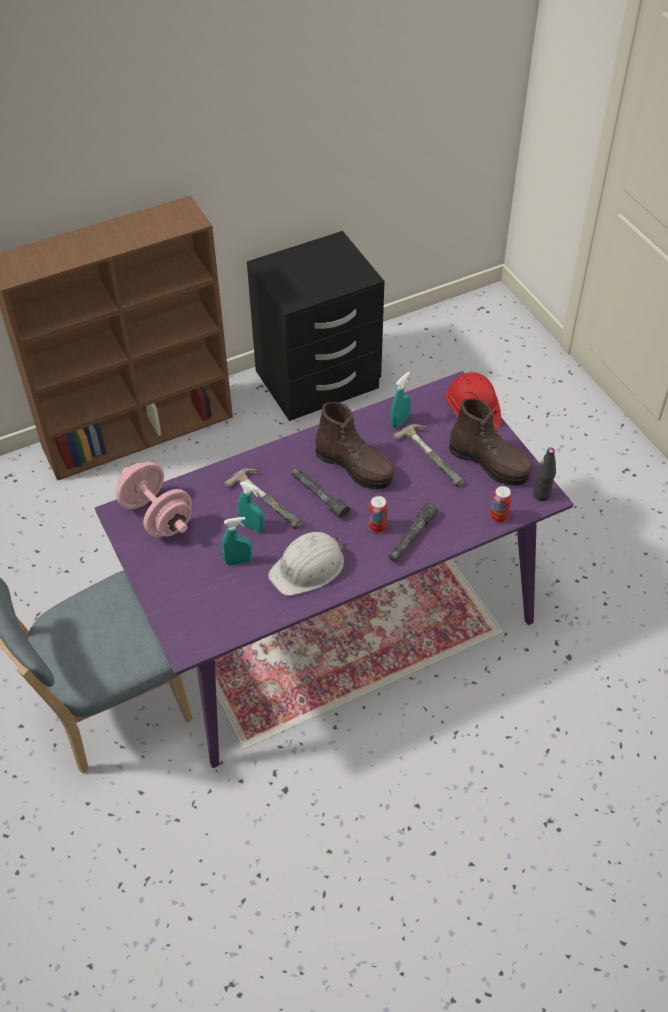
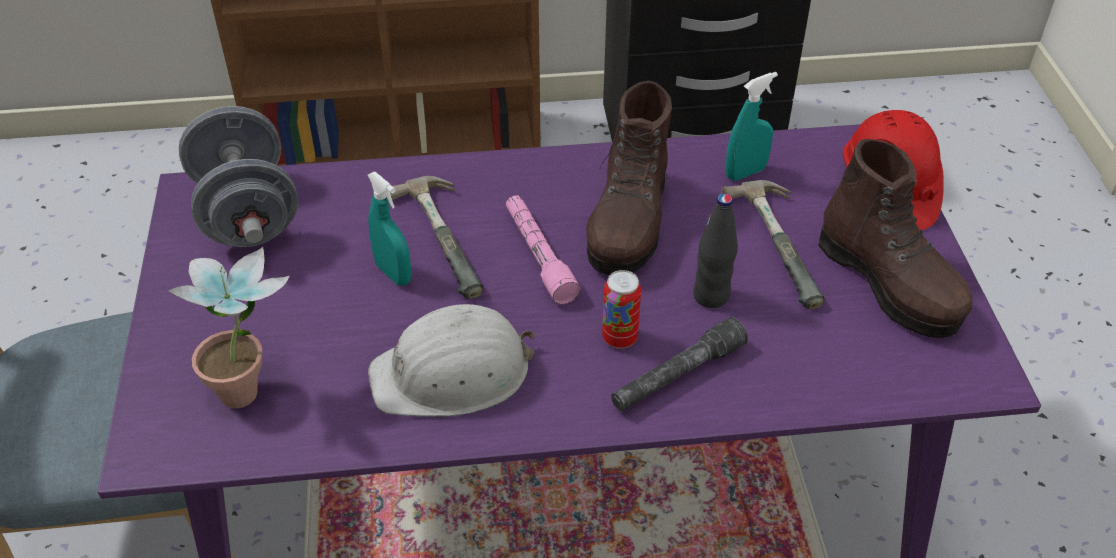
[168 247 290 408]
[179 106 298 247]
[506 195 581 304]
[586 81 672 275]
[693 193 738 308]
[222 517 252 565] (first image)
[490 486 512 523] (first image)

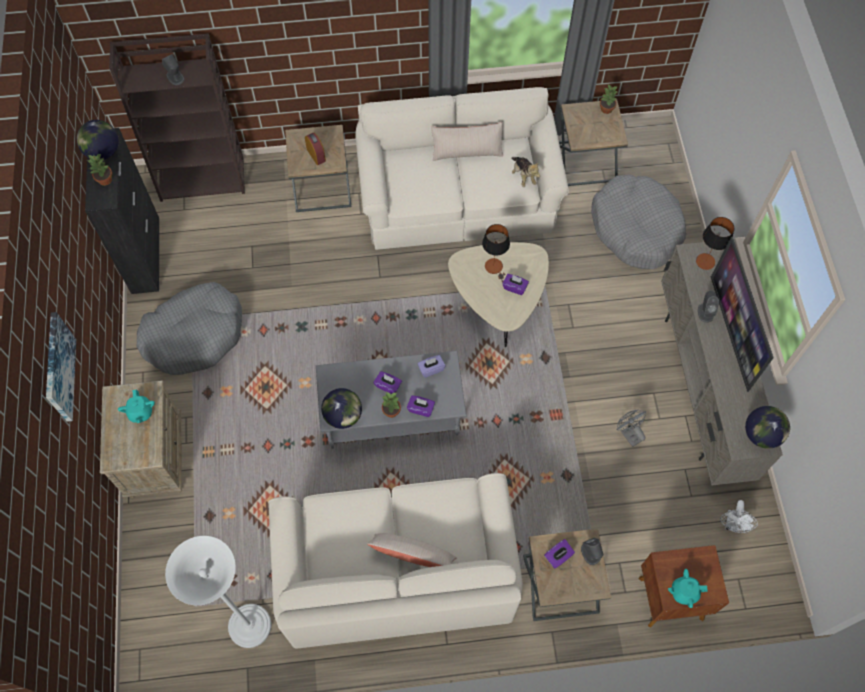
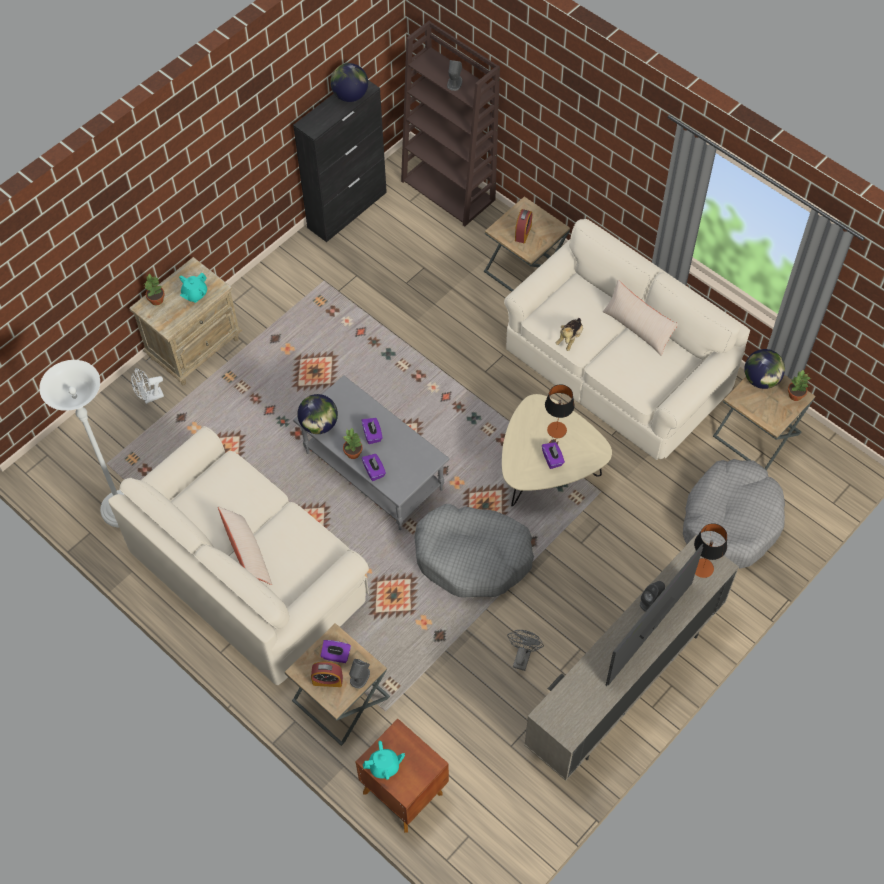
[131 368 164 404]
[144 274 165 305]
[311 662 343 687]
[363 741 405 780]
[415 503 534 597]
[556 318 583 351]
[744 349 785 389]
[46 312 76 422] (first image)
[418 355 446 378] (first image)

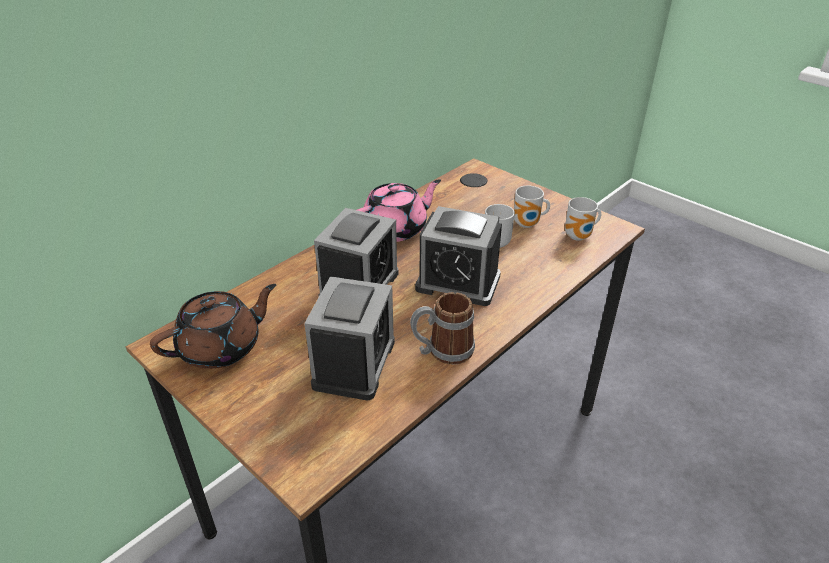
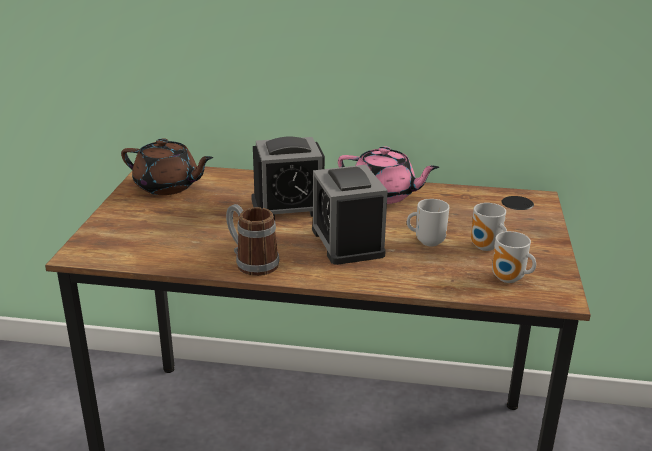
[304 276 395 401] (first image)

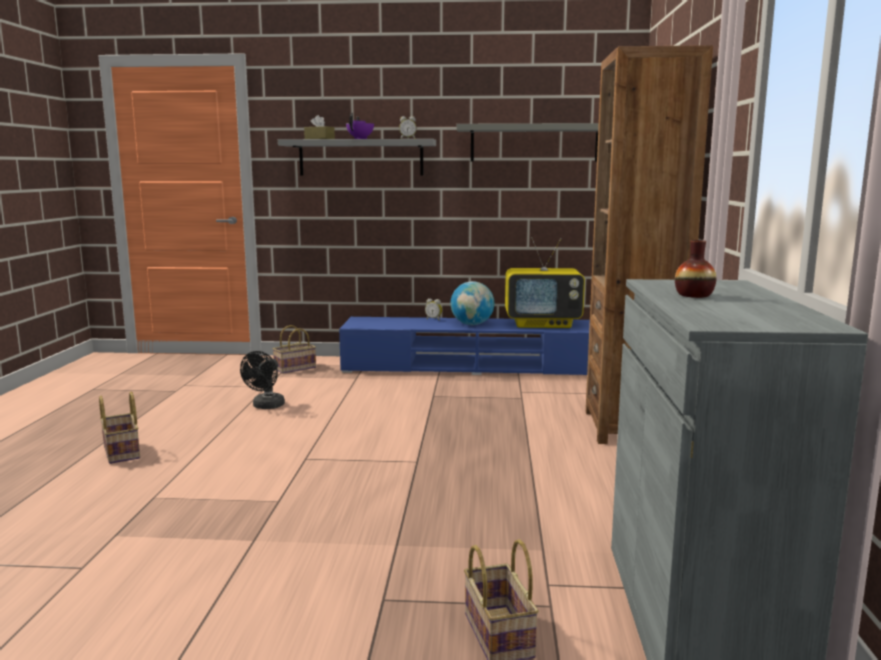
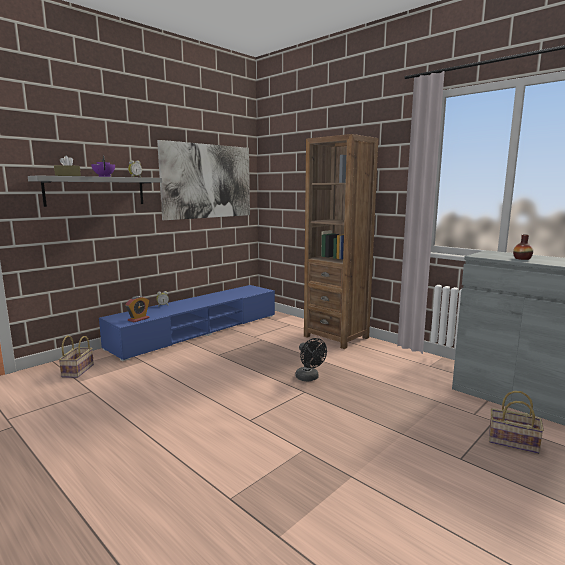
[125 296 150 322]
[157 140 250 220]
[295 338 327 381]
[99 392 140 464] (first image)
[451 281 494 325] (first image)
[505 237 585 328] (first image)

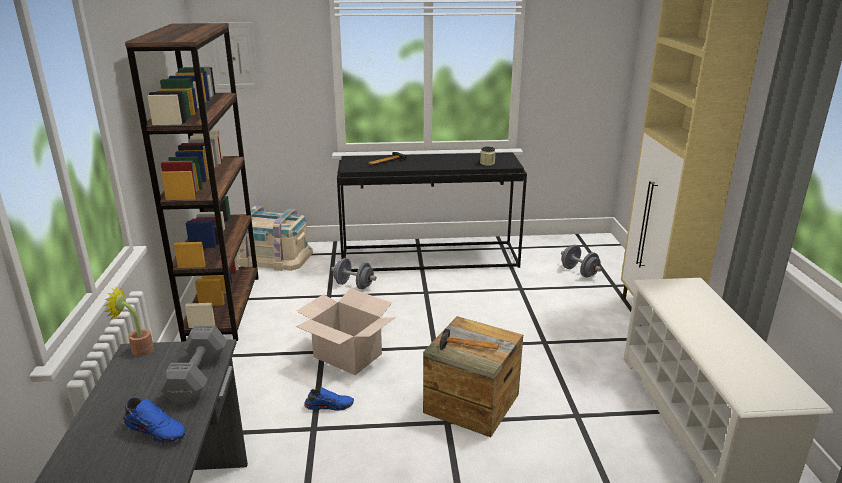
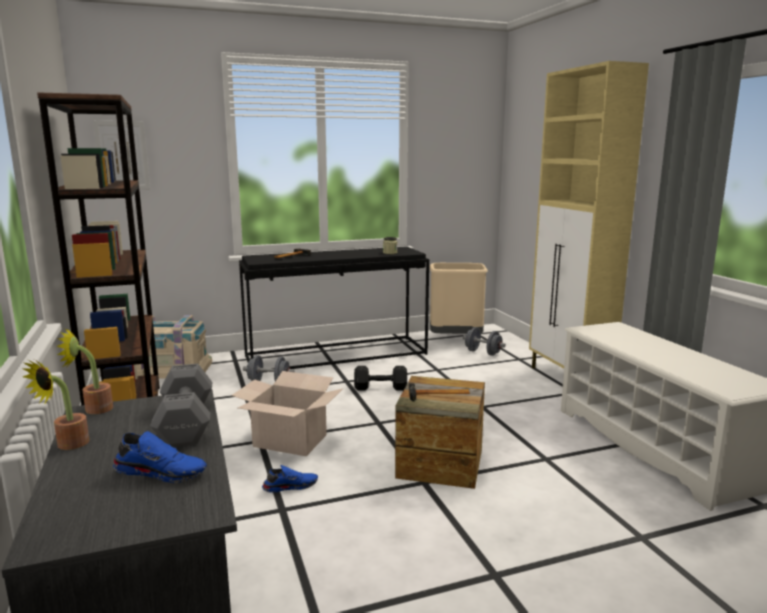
[23 360 89 450]
[354 366 407 391]
[430 263 488 334]

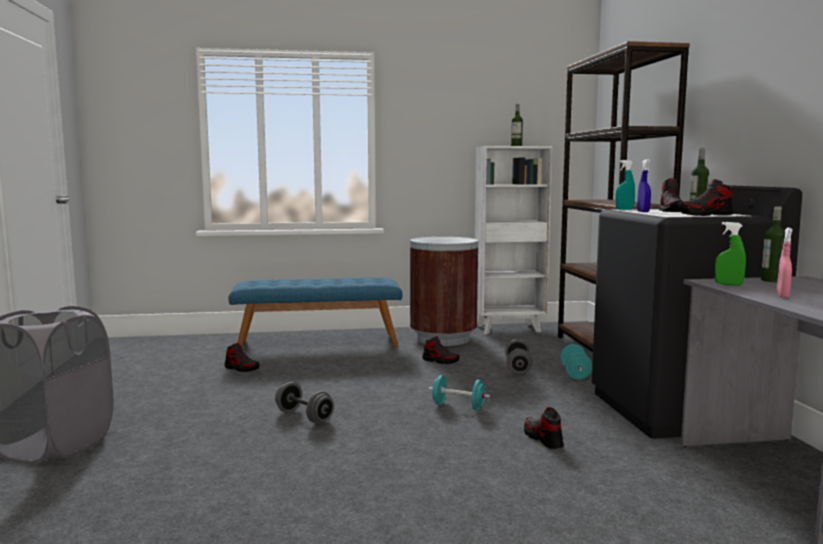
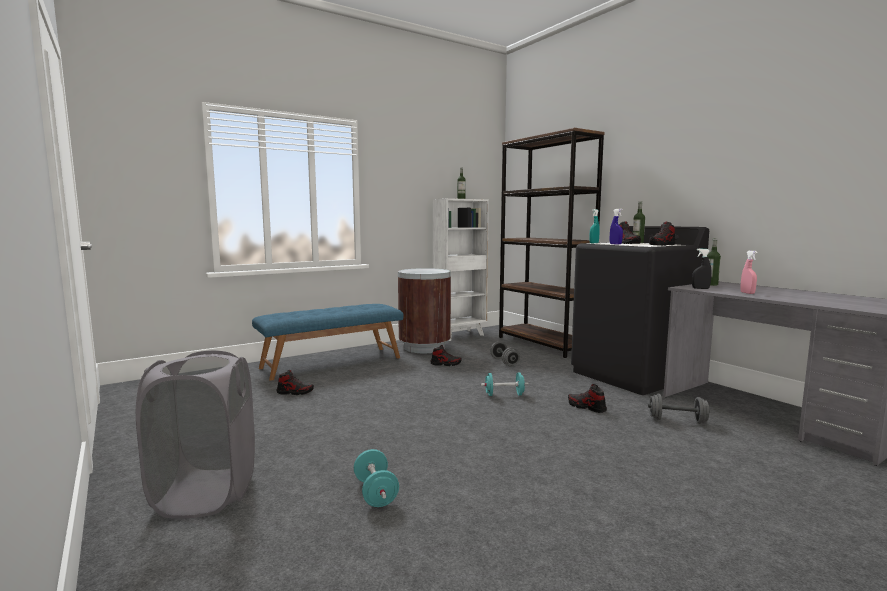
[354 449 399 507]
[648 394 710 424]
[692 249 712 289]

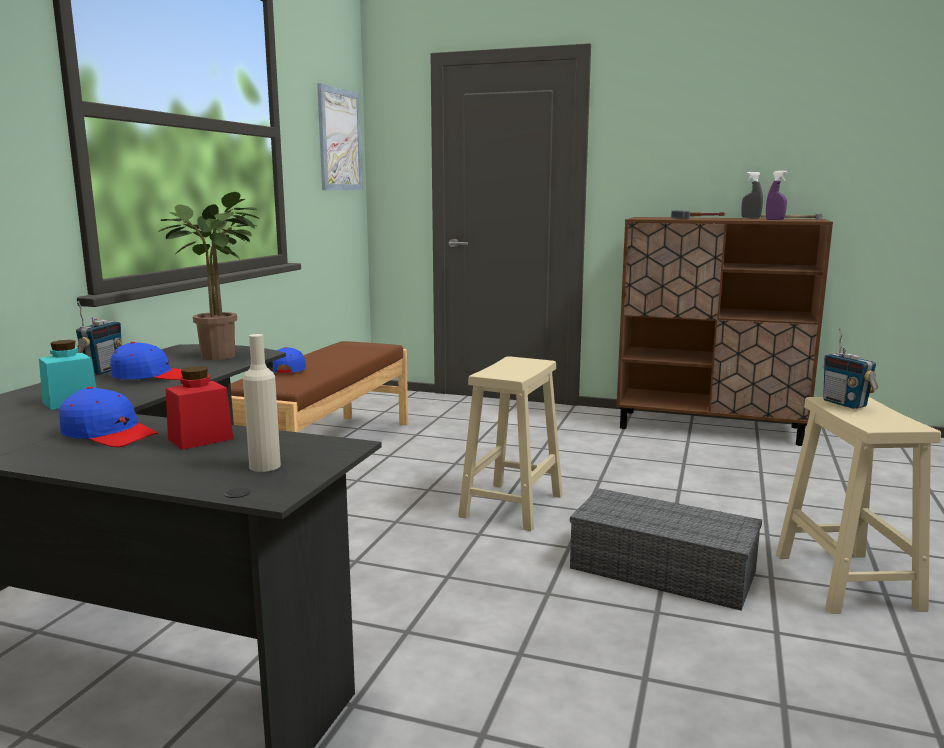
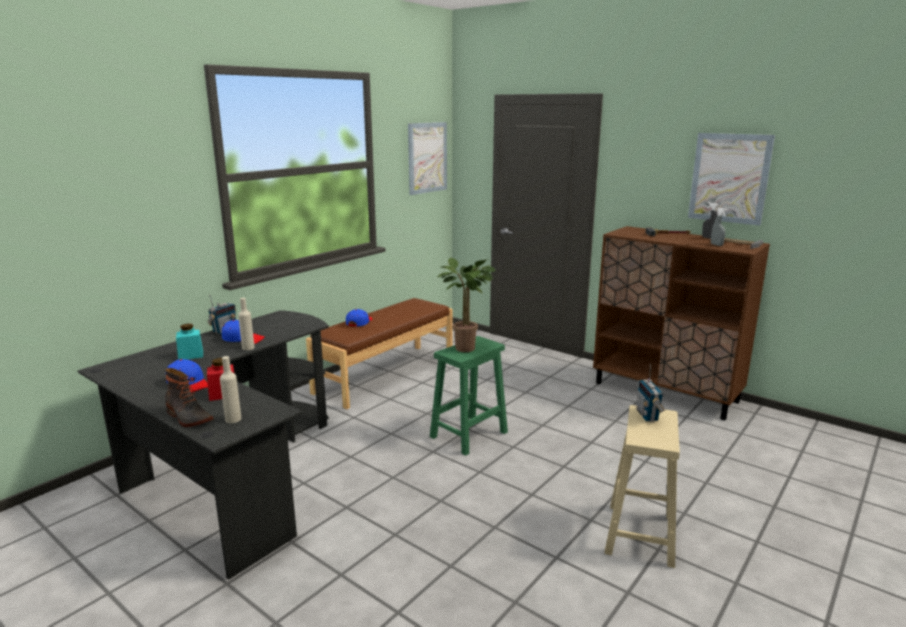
[165 368 213 427]
[238 298 255 350]
[430 336 508 456]
[437 258 495 352]
[688 133 775 225]
[711 208 727 246]
[570 488 762 611] (first image)

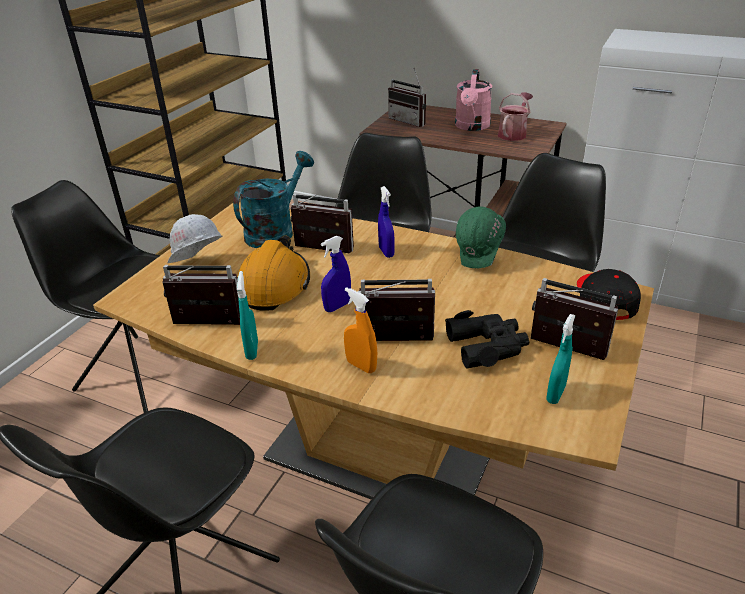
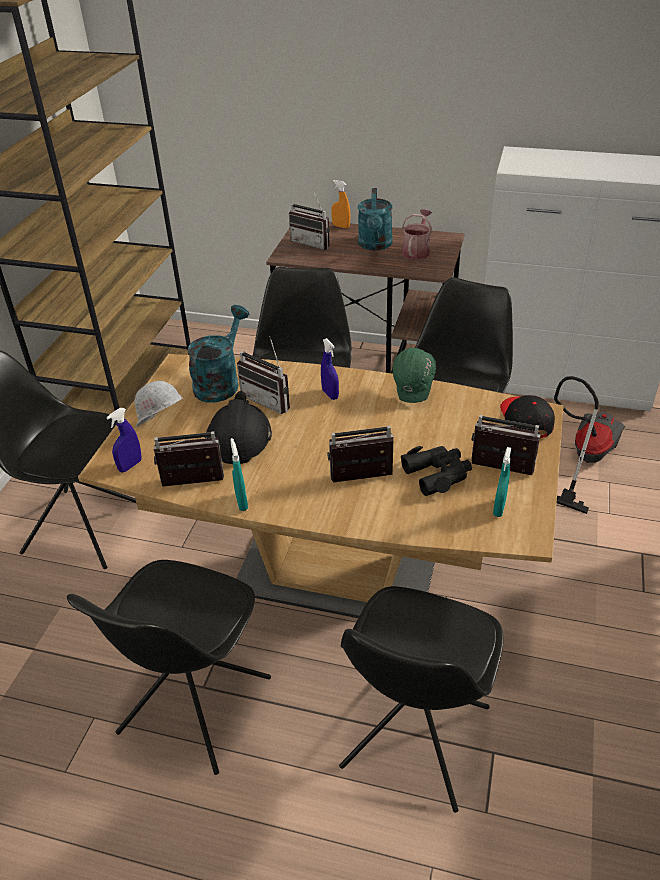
[106 408 142 473]
[205 391 272 464]
[237 336 290 414]
[331 180 351 229]
[358 188 393 250]
[554 376 625 514]

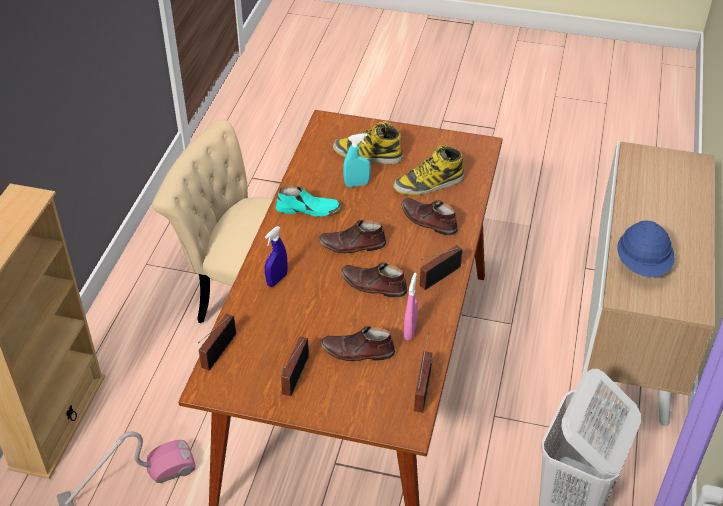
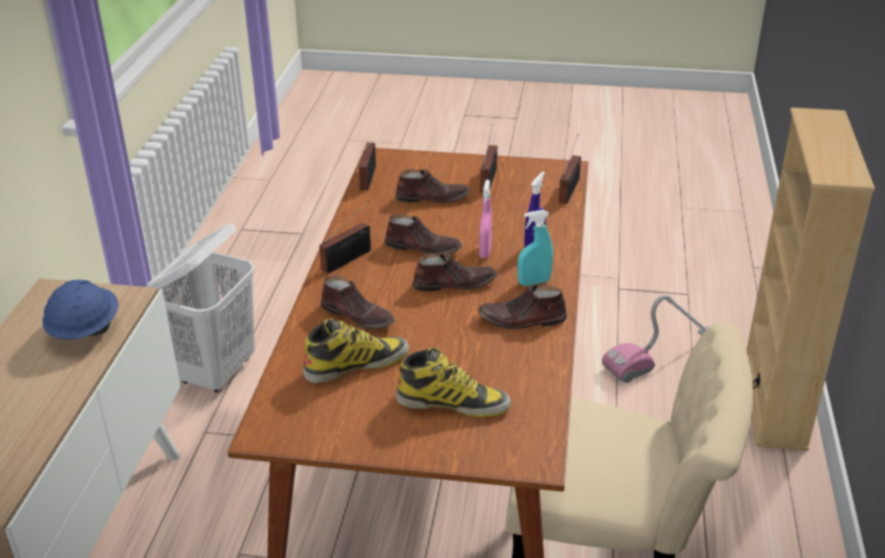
[478 285 567 329]
[479 180 492 258]
[517 210 553 286]

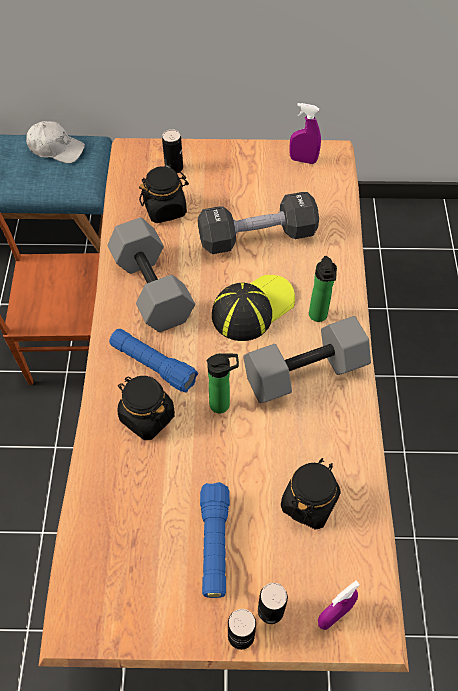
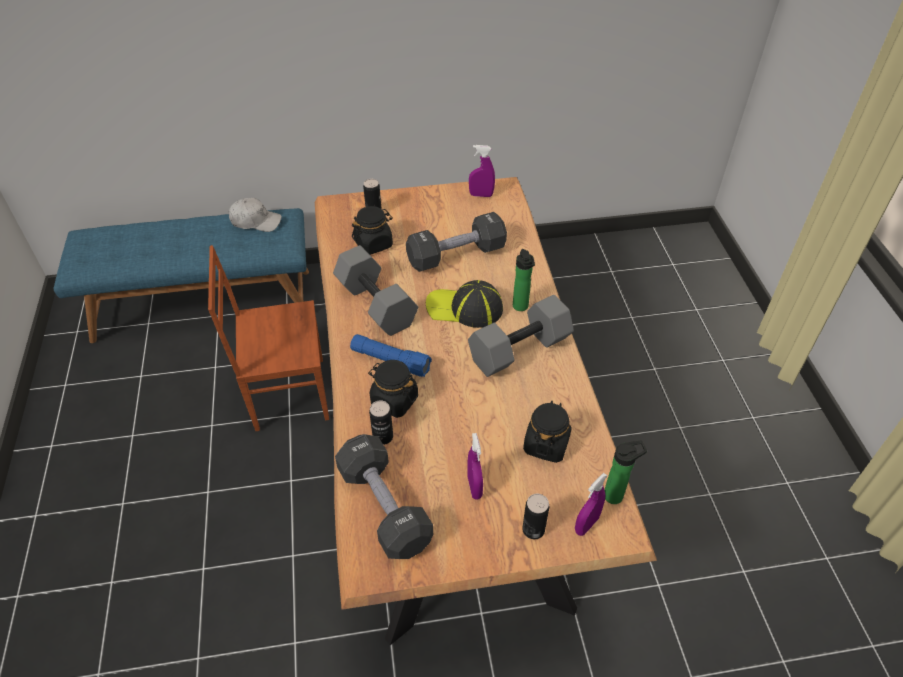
[335 434 433 559]
[369 400 393 445]
[426 280 503 328]
[467 433 483 500]
[605 441 647 504]

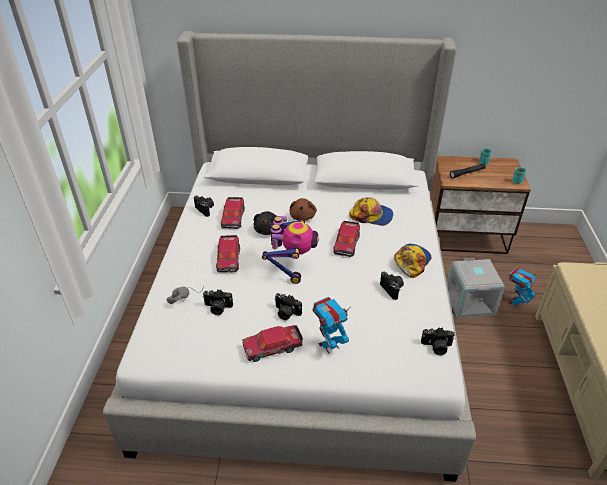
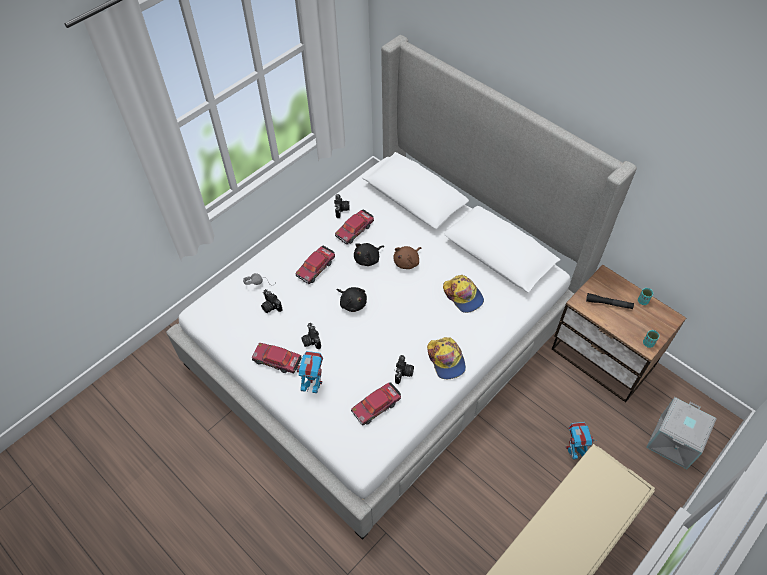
[337 287 367 312]
[351 382 401 426]
[427 337 466 379]
[646 397 717 469]
[421 327 455 355] (first image)

